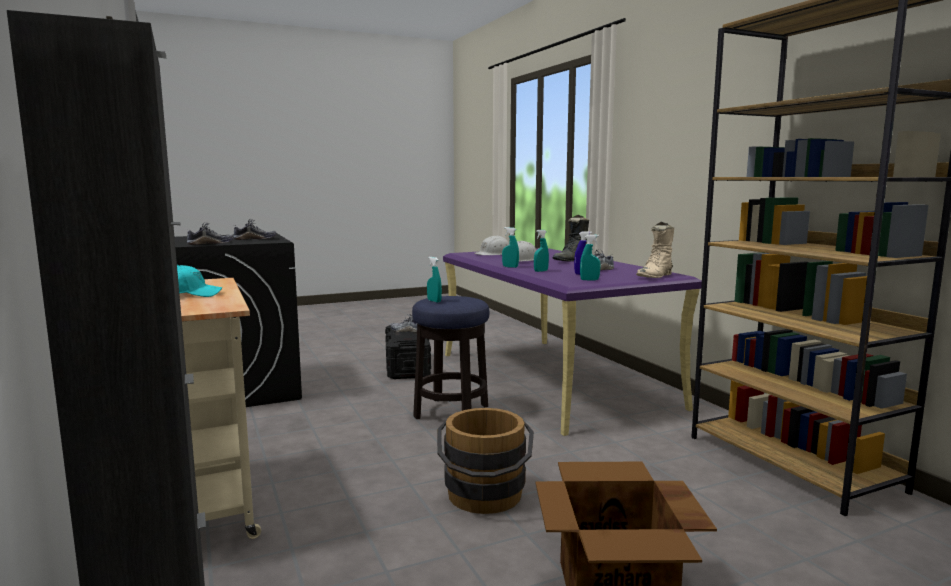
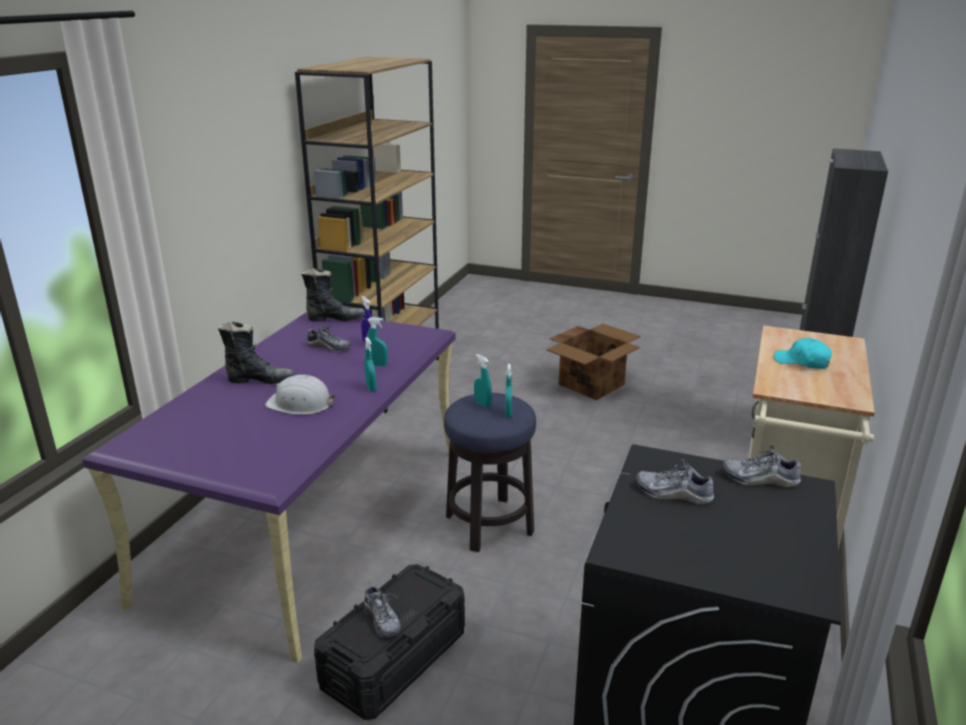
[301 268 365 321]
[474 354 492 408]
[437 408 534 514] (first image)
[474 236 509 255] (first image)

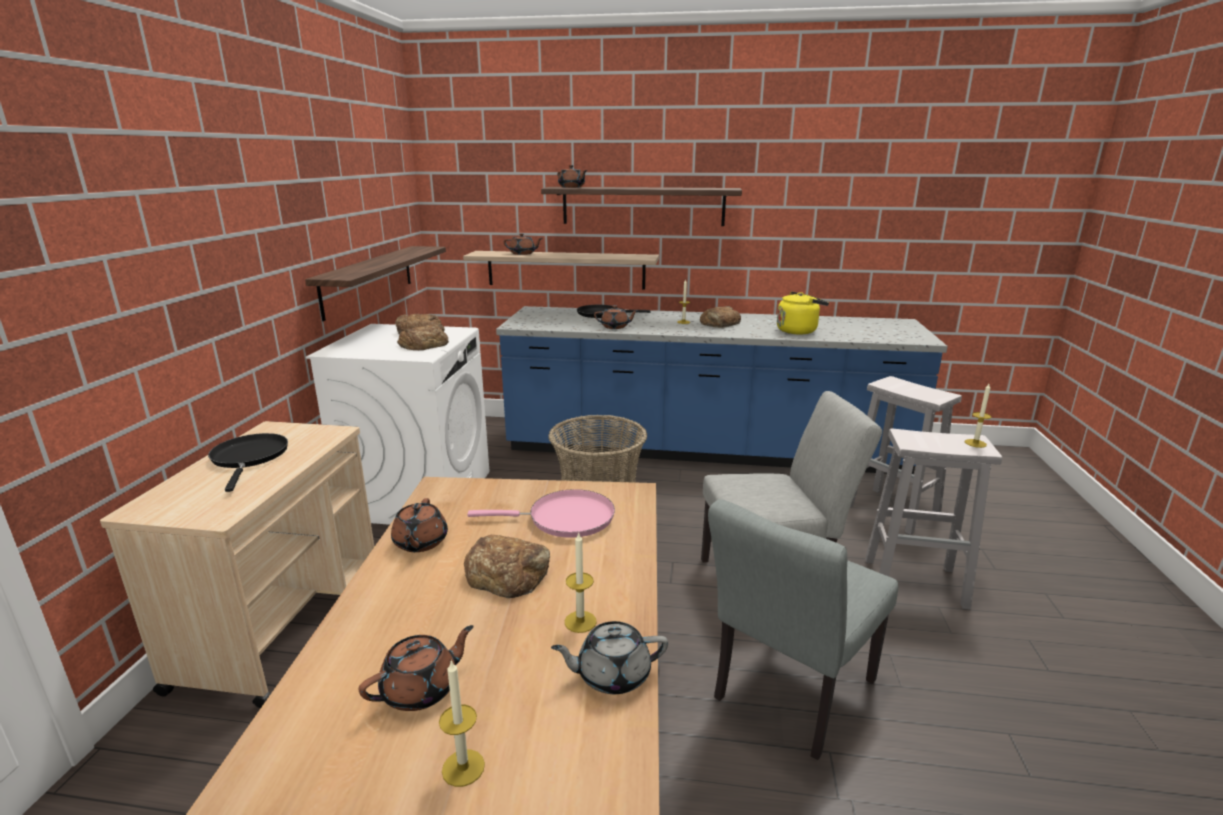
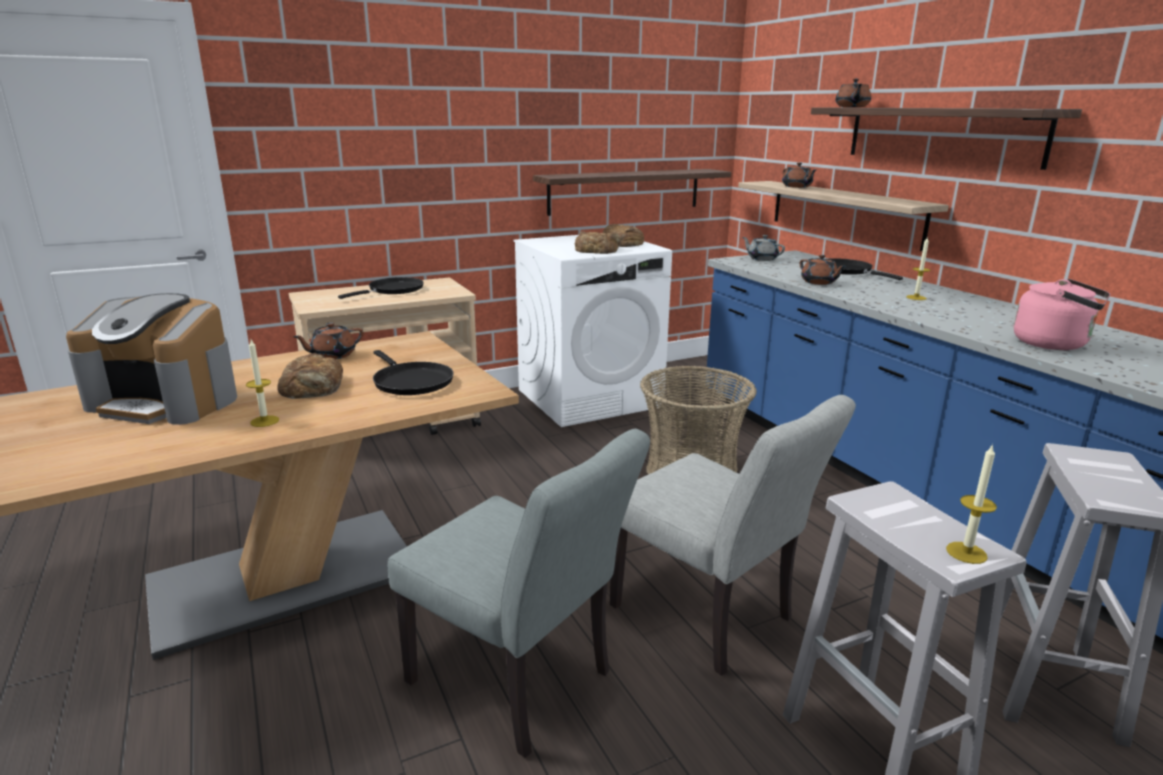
[66 293 237 425]
[373 350 454 395]
[388 429 650 758]
[742 235 785 261]
[1014 279 1110 350]
[439 660 485 787] (first image)
[700 306 741 328] (first image)

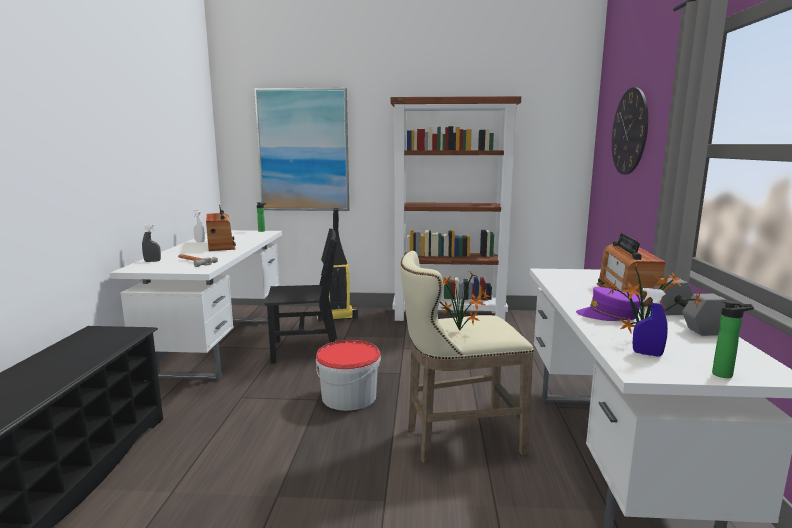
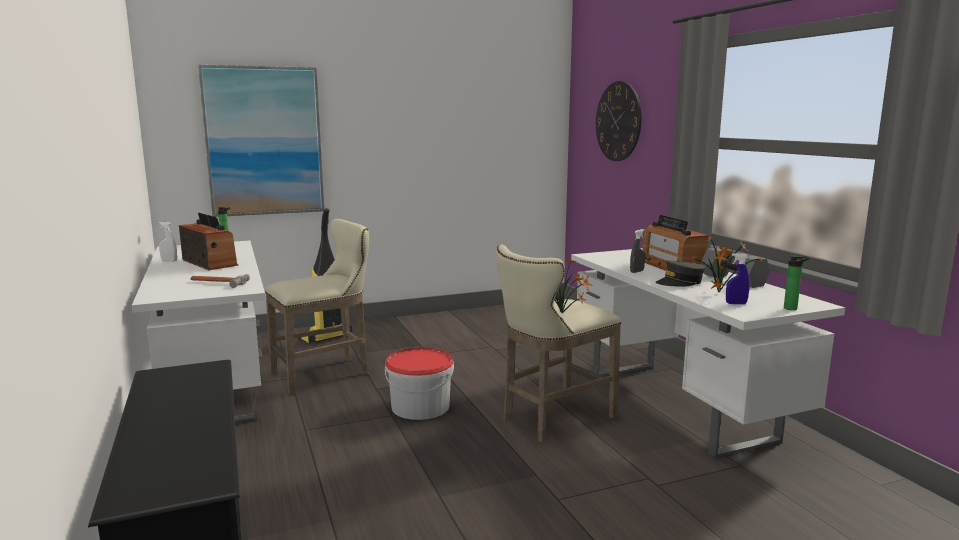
[265 219 369 395]
[630 229 645 273]
[655 260 705 287]
[391 96 521 321] (first image)

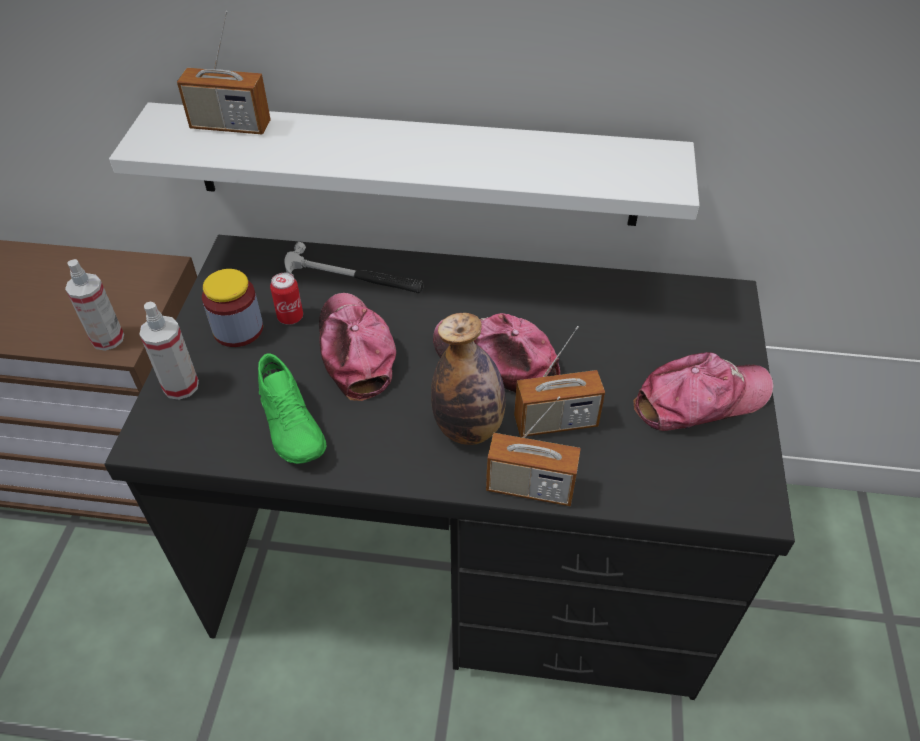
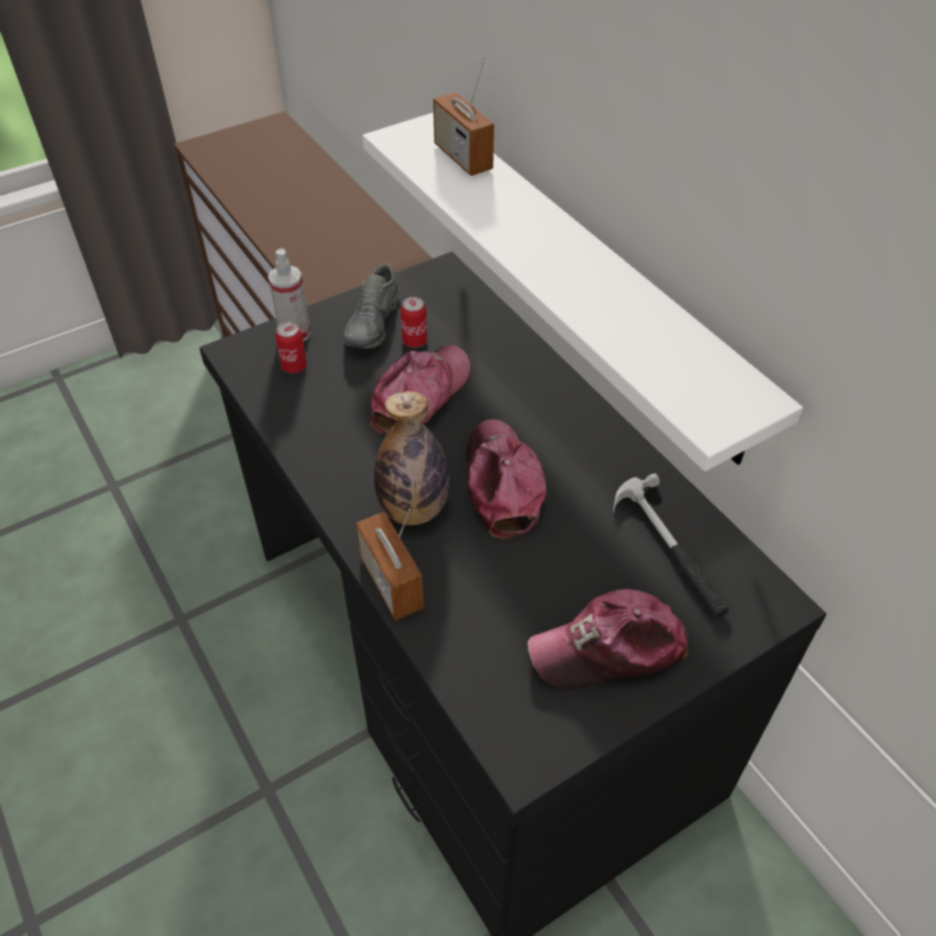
[275 322 307 373]
[344 263 401 349]
[527 589 688 690]
[613 473 729 618]
[65 259 124 351] (first image)
[258 353 326 464] (first image)
[514 326 605 437] (first image)

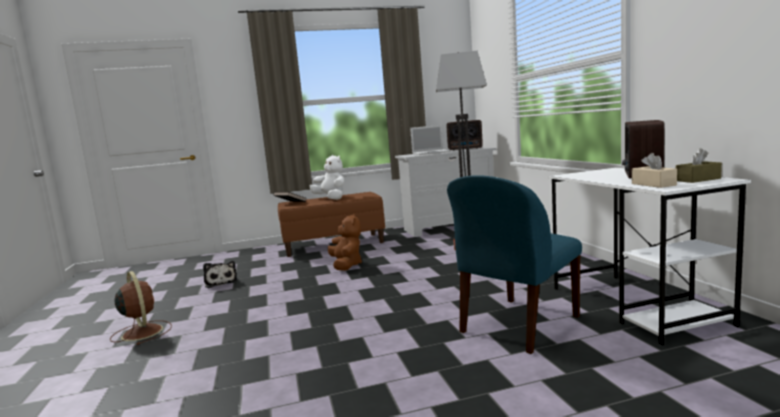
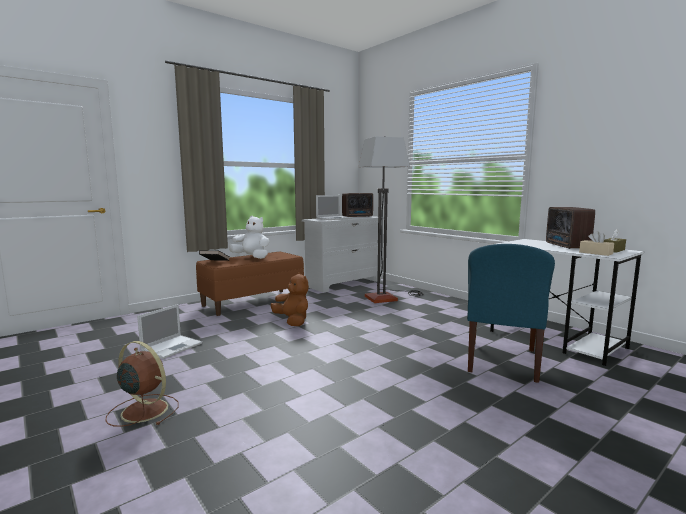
[137 304 202 359]

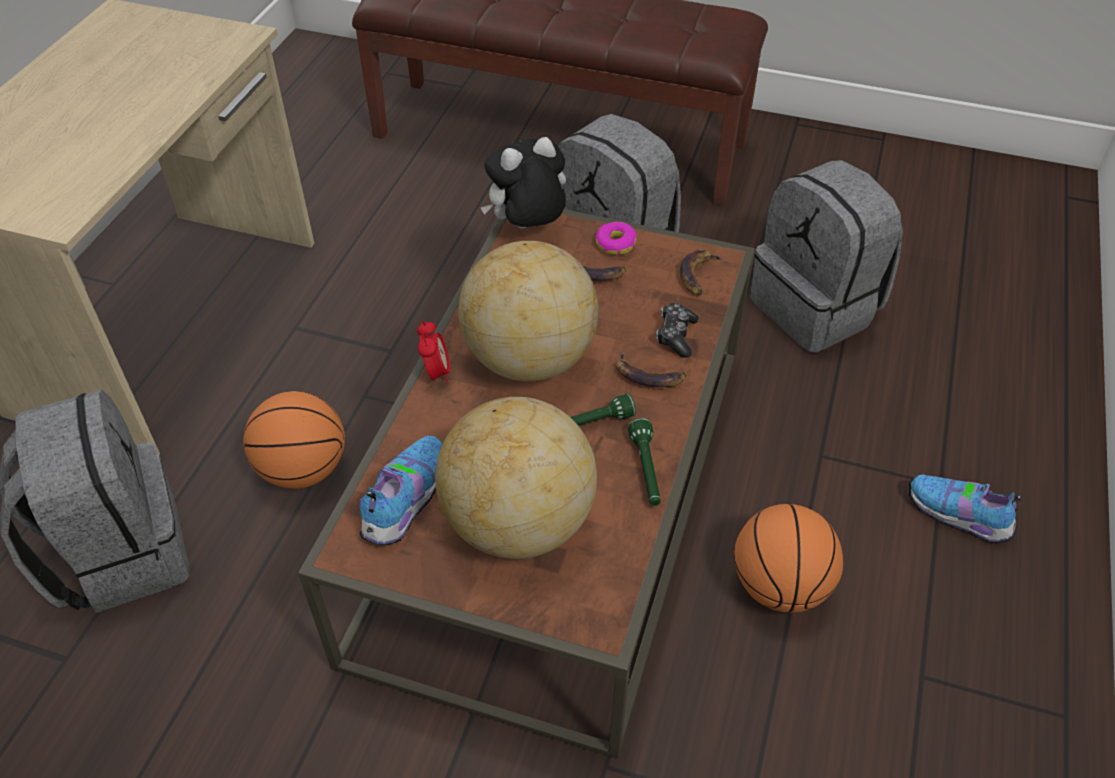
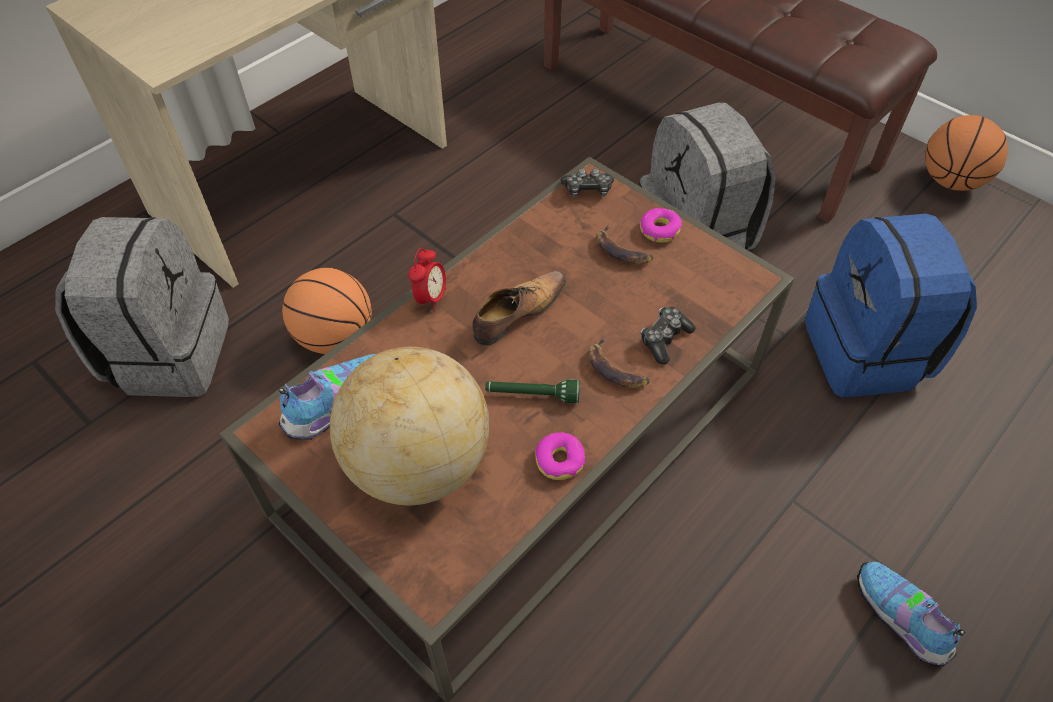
[472 271 567 346]
[535 432 585 480]
[561 168 614 197]
[805 214 977 397]
[925 115 1008 191]
[680 249 724 295] (first image)

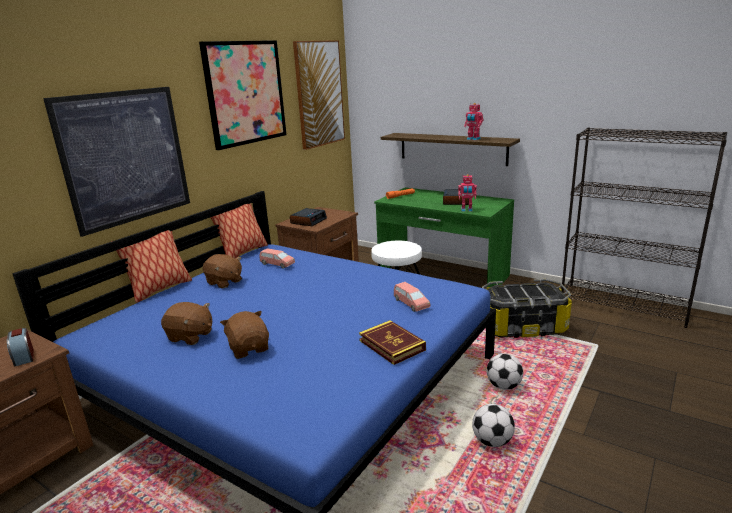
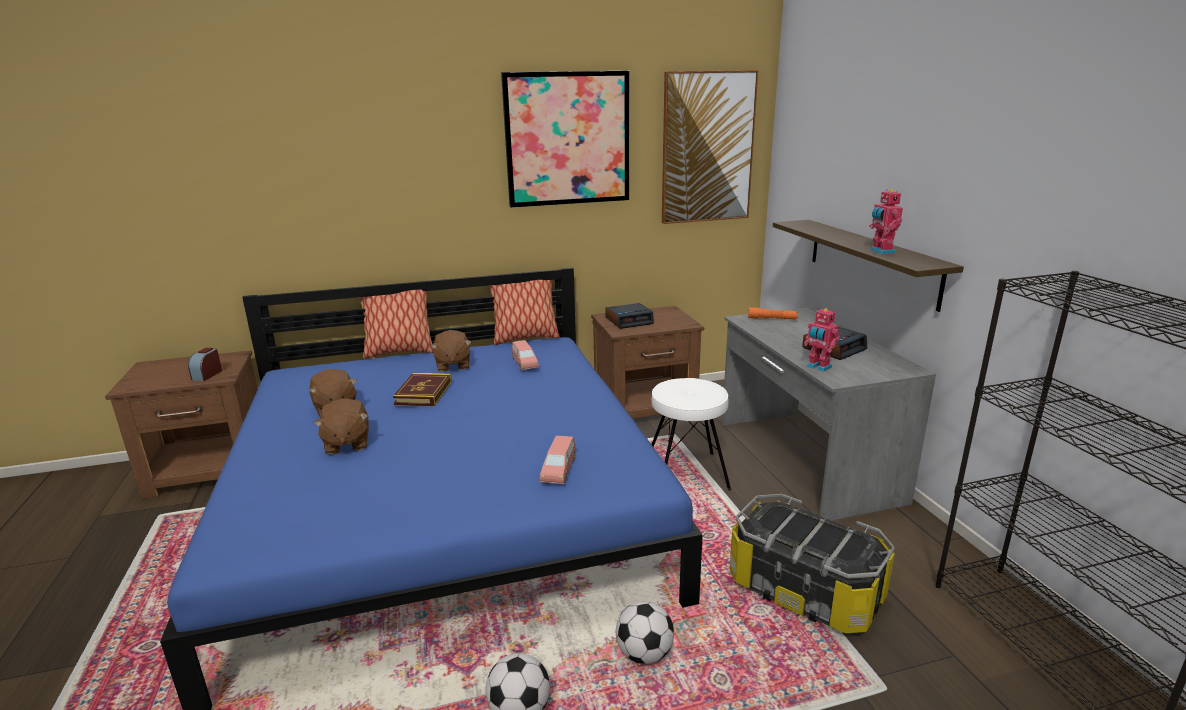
[313 399 369 455]
[393 373 452 406]
[722 308 936 521]
[43 87 190 237] (first image)

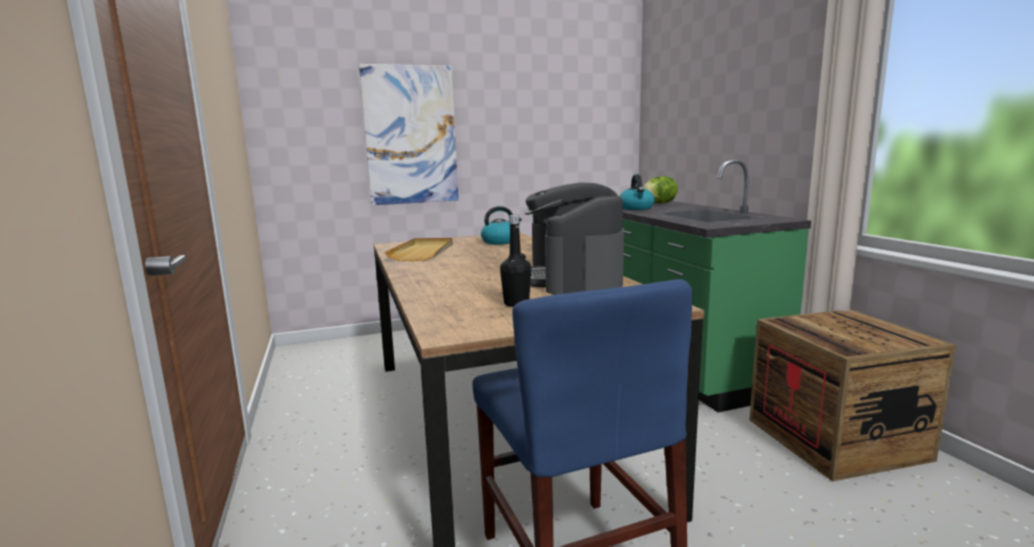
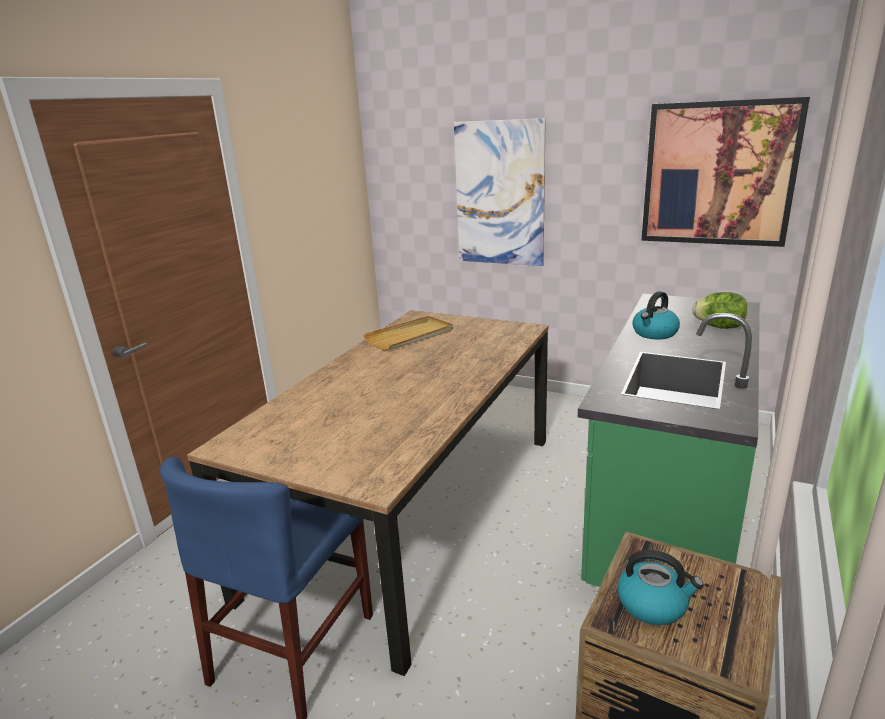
[617 550 704 625]
[641 97 810 247]
[500 215 531 307] (first image)
[524 182 624 294] (first image)

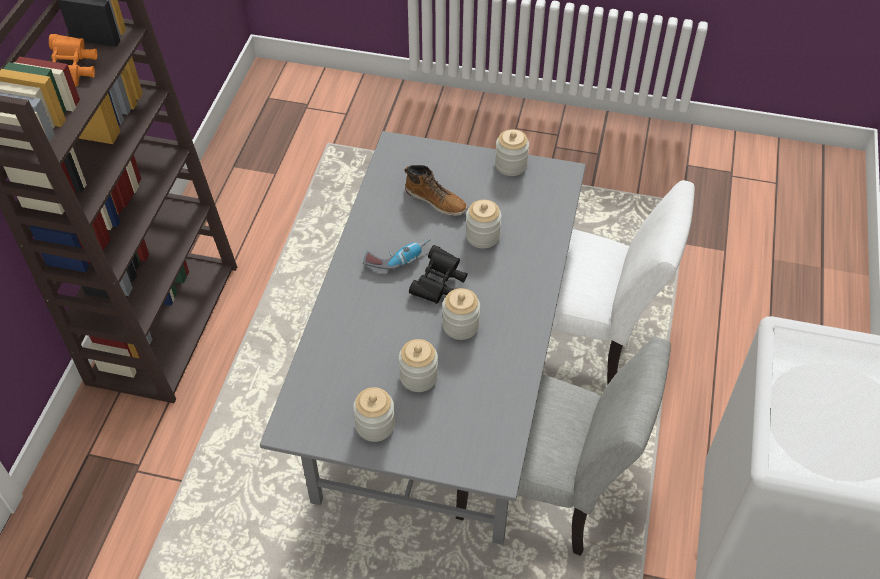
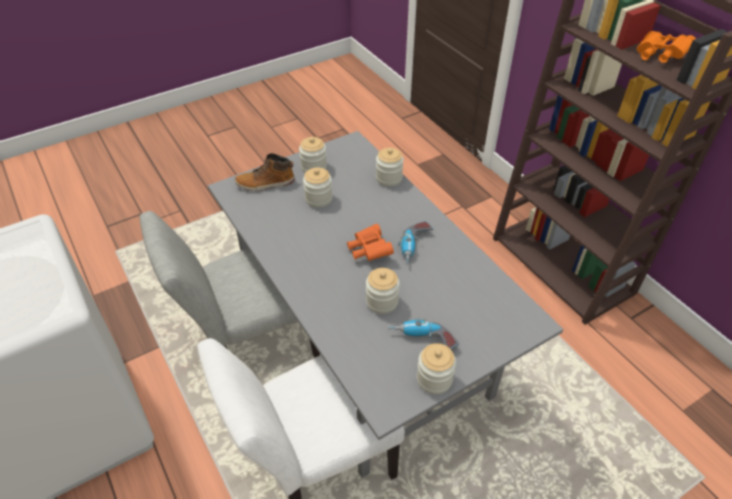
[235 153 295 191]
[347 224 394 261]
[376 148 404 186]
[388 318 459 350]

